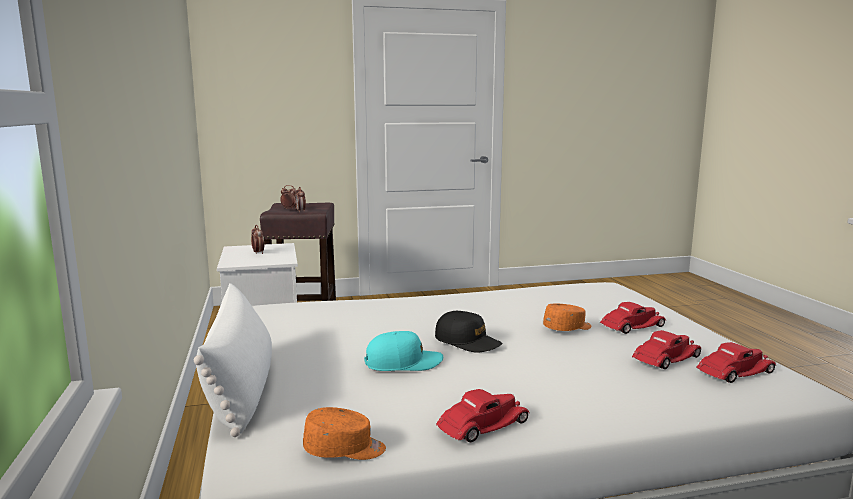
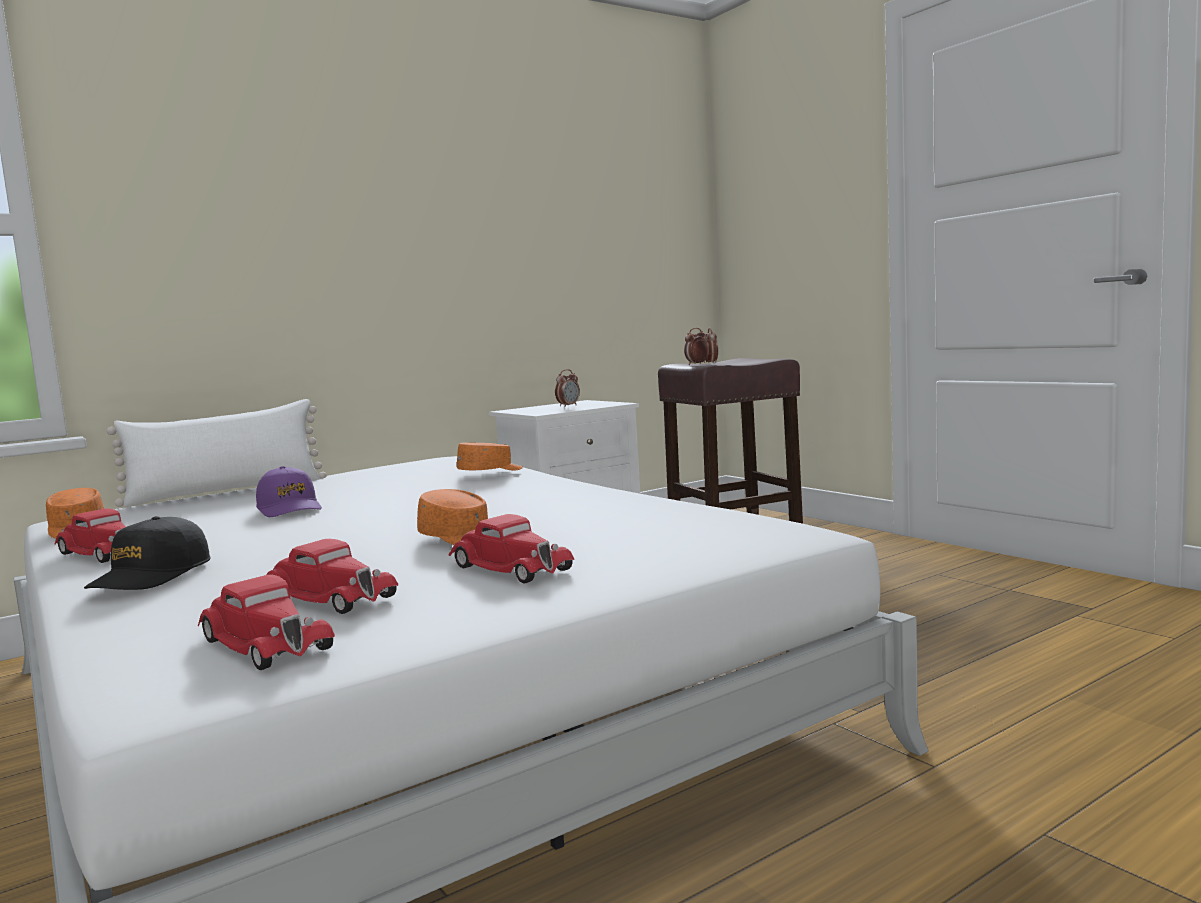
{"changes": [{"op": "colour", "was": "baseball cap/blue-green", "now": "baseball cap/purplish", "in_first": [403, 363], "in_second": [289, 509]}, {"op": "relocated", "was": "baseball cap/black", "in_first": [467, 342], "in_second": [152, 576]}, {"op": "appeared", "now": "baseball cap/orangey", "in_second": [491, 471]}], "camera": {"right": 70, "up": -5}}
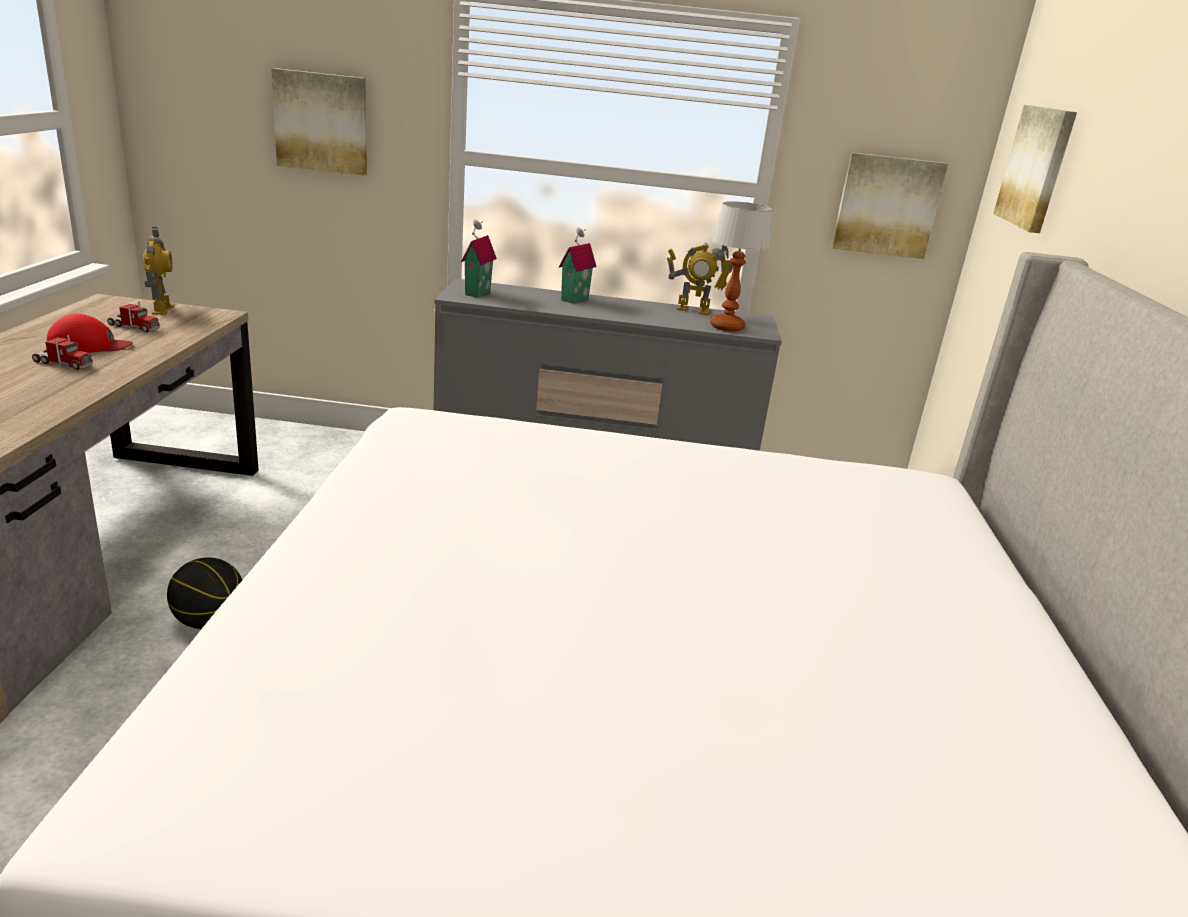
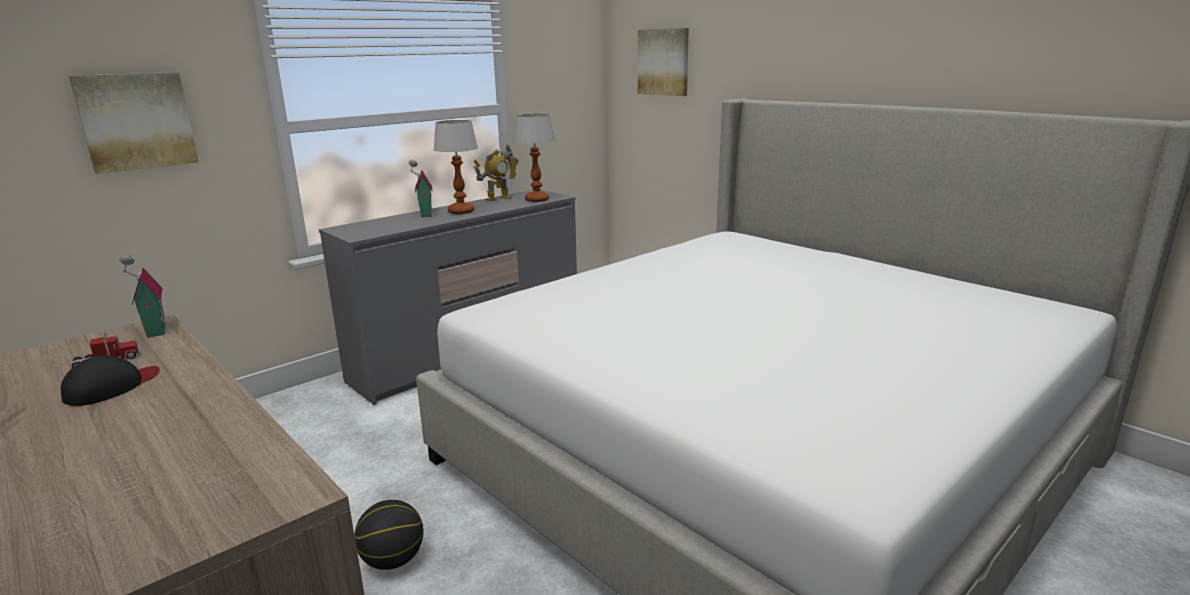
{"changes": [{"op": "missing", "was": "toy truck", "in_first": [63, 364]}, {"op": "colour", "was": "baseball cap/red-coloured", "now": "baseball cap/black", "in_first": [89, 345], "in_second": [111, 387]}, {"op": "missing", "was": "toy robot", "in_first": [162, 309]}, {"op": "relocated", "was": "toy house", "in_first": [476, 292], "in_second": [153, 331]}, {"op": "missing", "was": "picture", "in_first": [887, 205]}, {"op": "appeared", "now": "table lamp", "in_second": [461, 212]}], "camera": {"right": -45, "up": -5}}
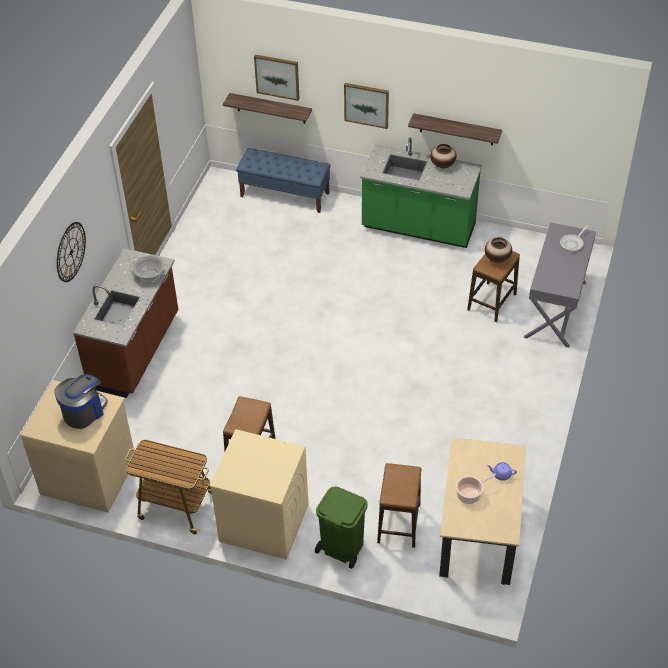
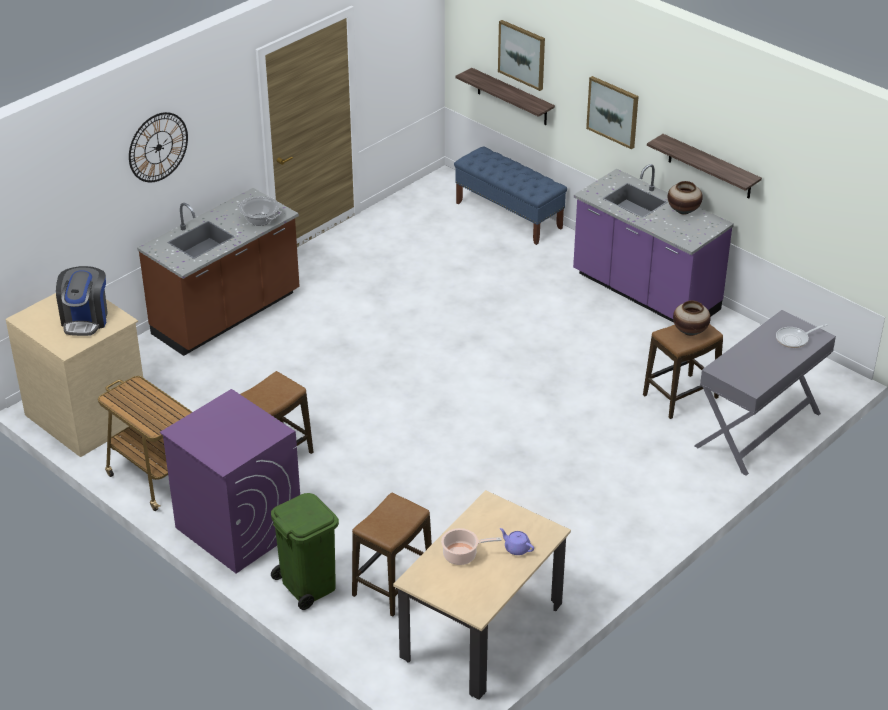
{"changes": [{"op": "spun", "was": "coffee maker", "in_first": [84, 411], "in_second": [85, 319], "clockwise": 120}, {"op": "colour", "was": "laundry machine/beige", "now": "laundry machine/purplish", "in_first": [263, 523], "in_second": [238, 527]}, {"op": "colour", "was": "kitchen base unit/greenish", "now": "kitchen base unit/purplish", "in_first": [418, 228], "in_second": [645, 294]}], "camera": {"right": 25, "up": -10}}
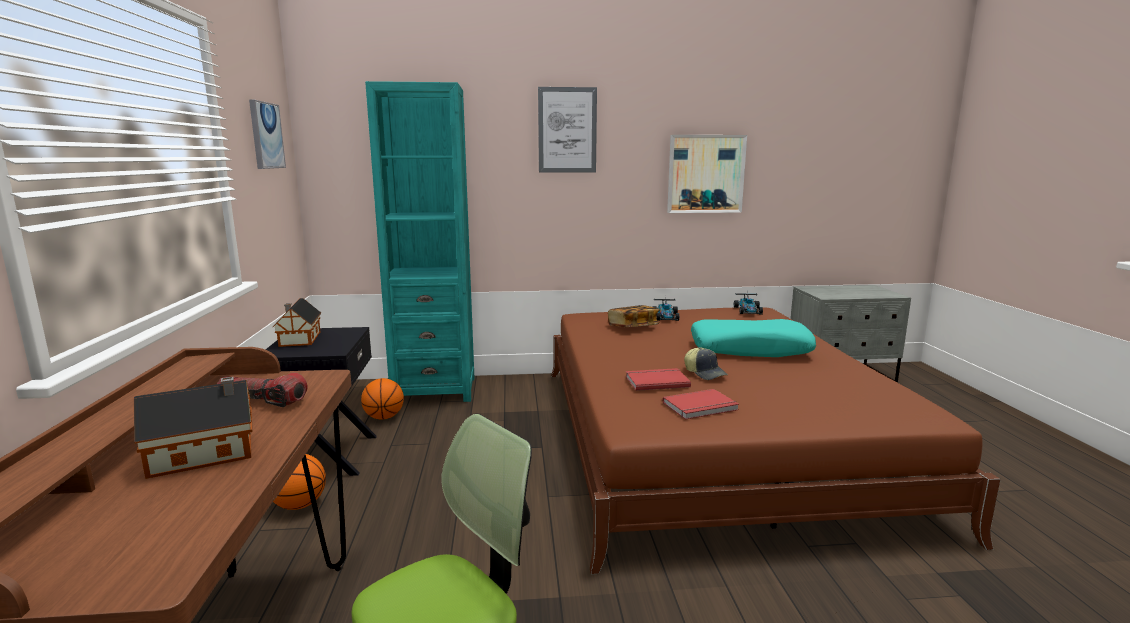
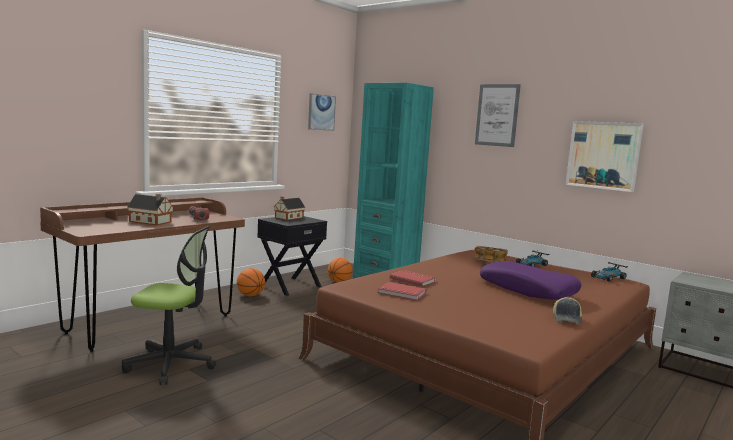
{"changes": [{"op": "relocated", "was": "baseball cap", "in_first": [705, 373], "in_second": [567, 319]}, {"op": "colour", "was": "throw pillow/blue-green", "now": "throw pillow/purplish", "in_first": [750, 349], "in_second": [528, 290]}], "camera": {"right": 45, "up": -5}}
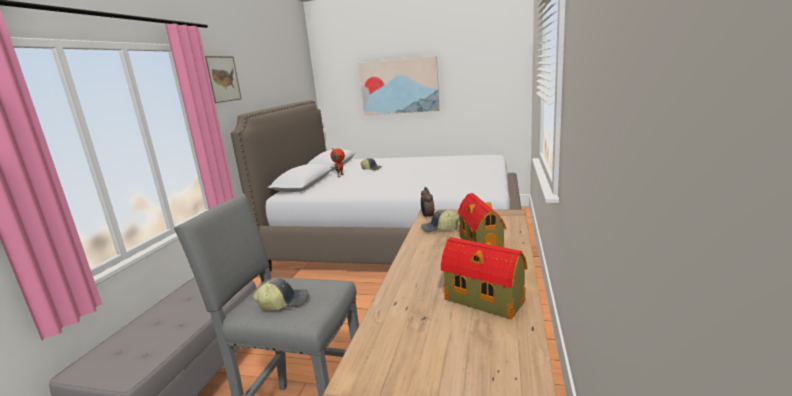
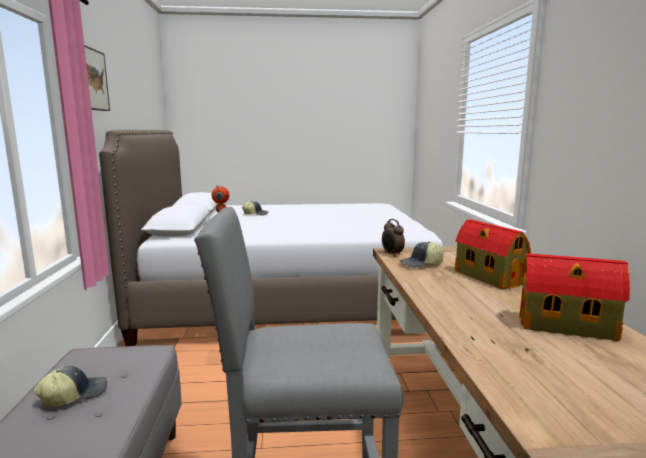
{"changes": [{"op": "relocated", "was": "baseball cap", "in_first": [284, 302], "in_second": [74, 394]}, {"op": "missing", "was": "picture", "in_first": [399, 86]}], "camera": {"right": -20, "up": -5}}
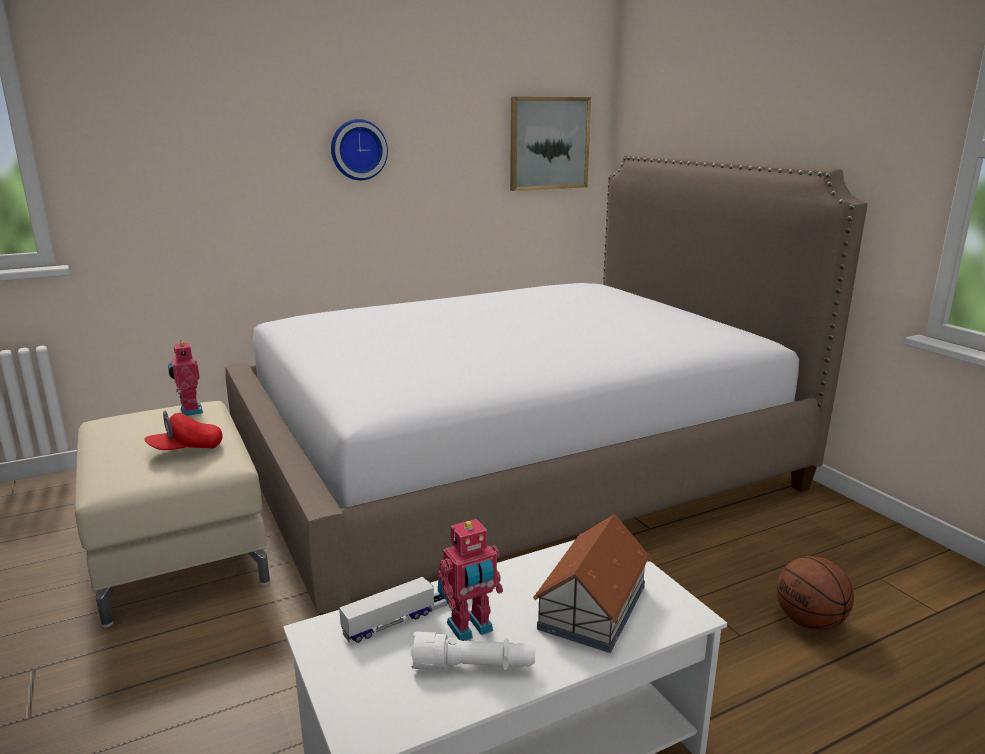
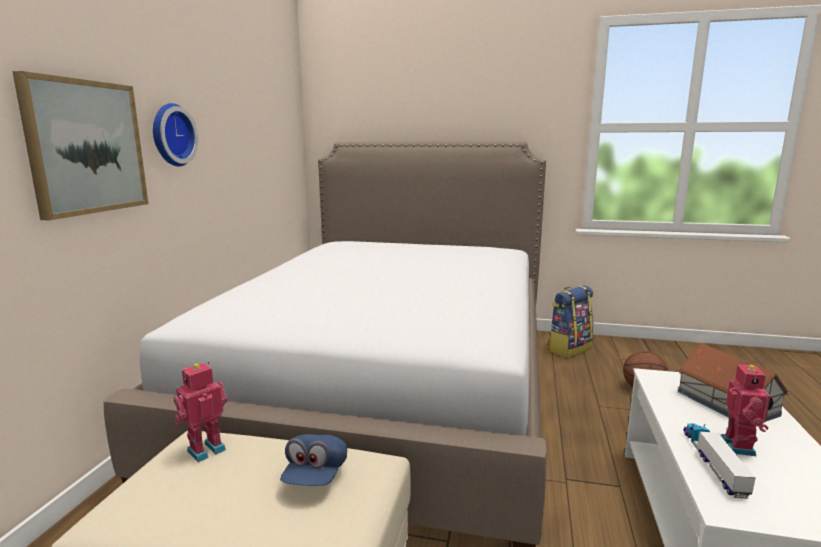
{"changes": [{"op": "colour", "was": "baseball cap/red-coloured", "now": "baseball cap/blue", "in_first": [186, 449], "in_second": [316, 476]}, {"op": "spun", "was": "toy robot", "in_first": [189, 411], "in_second": [205, 449], "clockwise": 120}, {"op": "missing", "was": "torch/whitish", "in_first": [474, 666]}, {"op": "relocated", "was": "picture", "in_first": [549, 143], "in_second": [86, 147]}, {"op": "appeared", "now": "knapsack", "in_second": [569, 349]}], "camera": {"right": -50, "up": -5}}
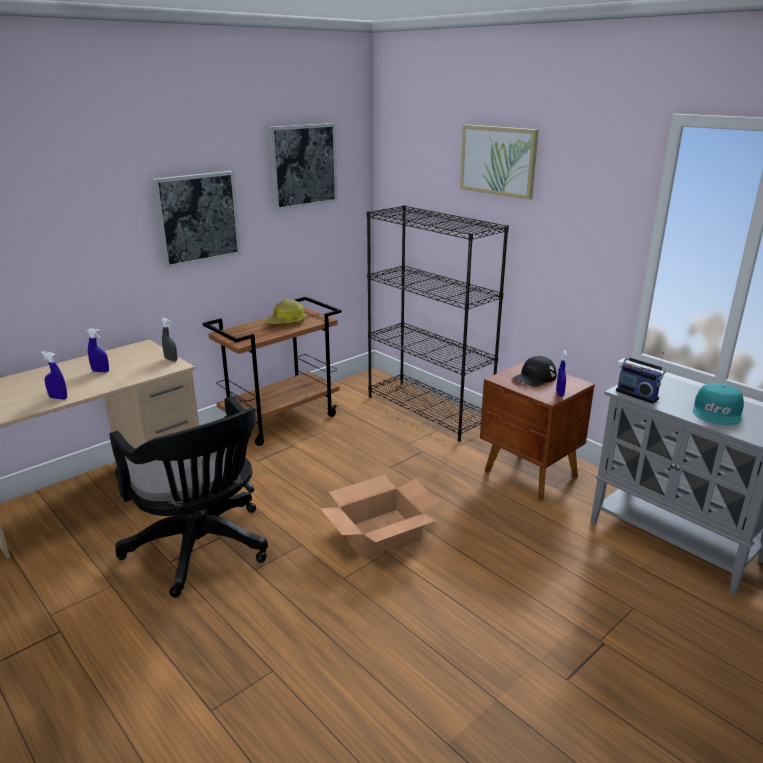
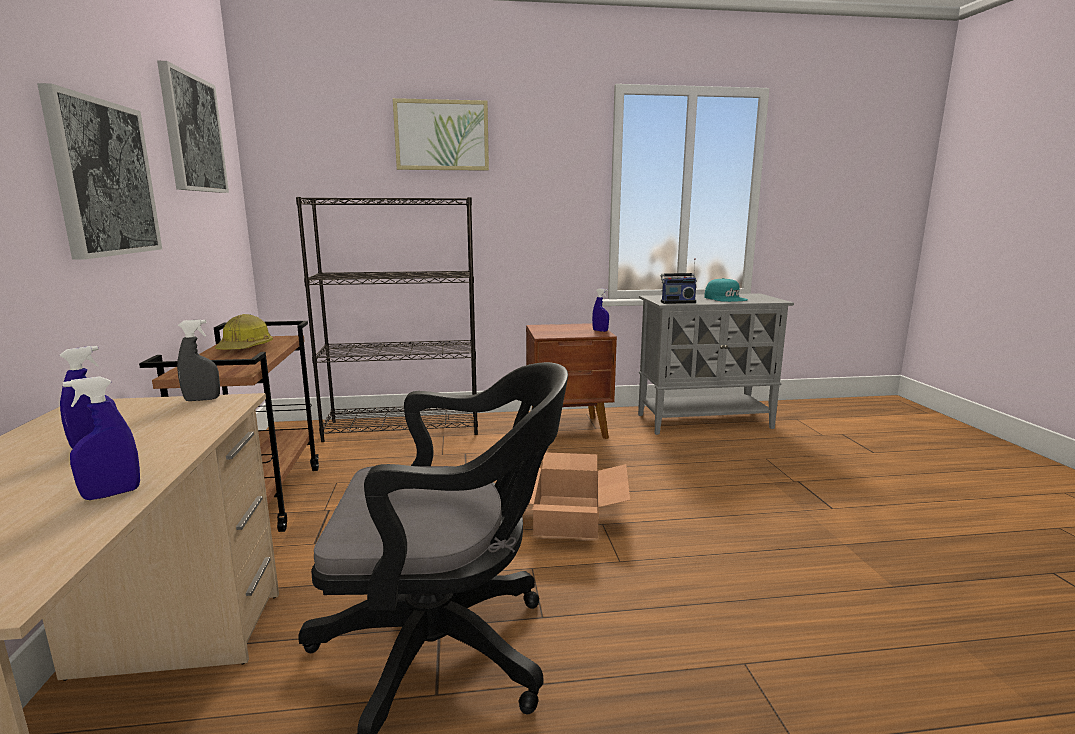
{"changes": [{"op": "missing", "was": "baseball cap/black", "in_first": [534, 377]}], "camera": {"right": -55, "up": -10}}
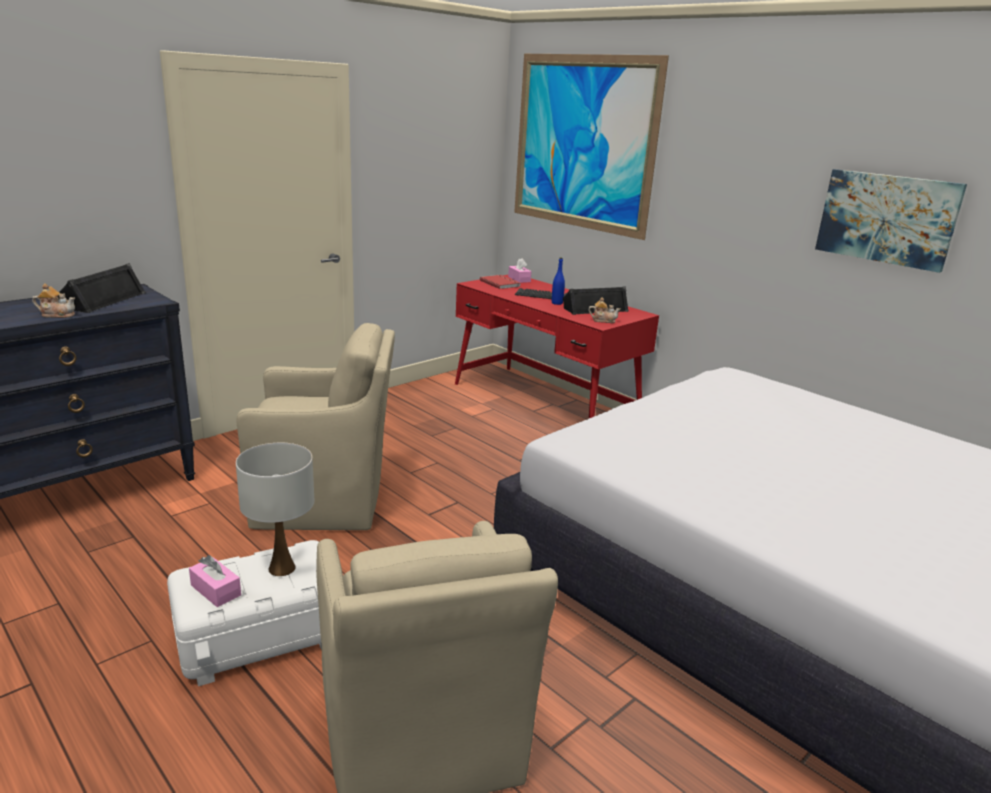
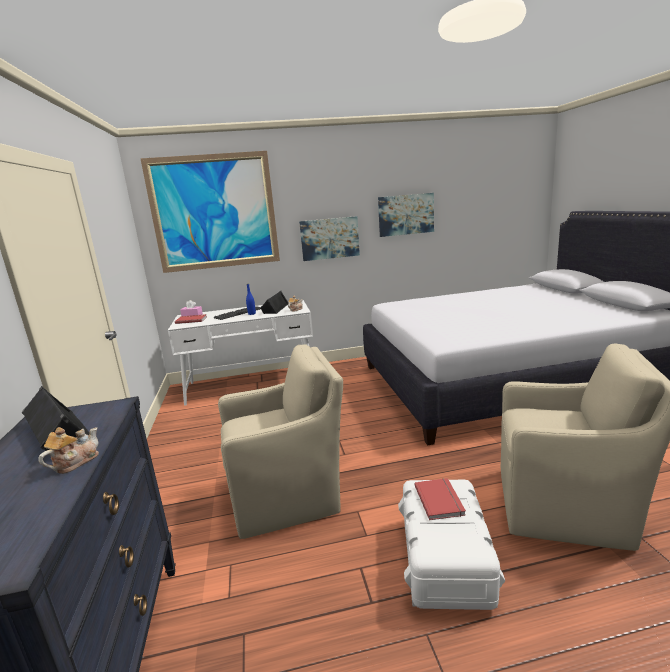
{"changes": [{"op": "missing", "was": "tissue holder/pink-coloured", "in_first": [216, 590]}, {"op": "spun", "was": "armchair/beige", "in_first": [325, 501], "in_second": [288, 495], "clockwise": 45}, {"op": "exchanged", "was": "table lamp/whitish", "now": "book/red-coloured", "in_first": [282, 568], "in_second": [440, 500]}, {"op": "colour", "was": "desk unit/red-coloured", "now": "desk unit/whitish", "in_first": [544, 403], "in_second": [252, 384]}, {"op": "appeared", "now": "picture", "in_second": [329, 238]}], "camera": {"right": -55, "up": -5}}
